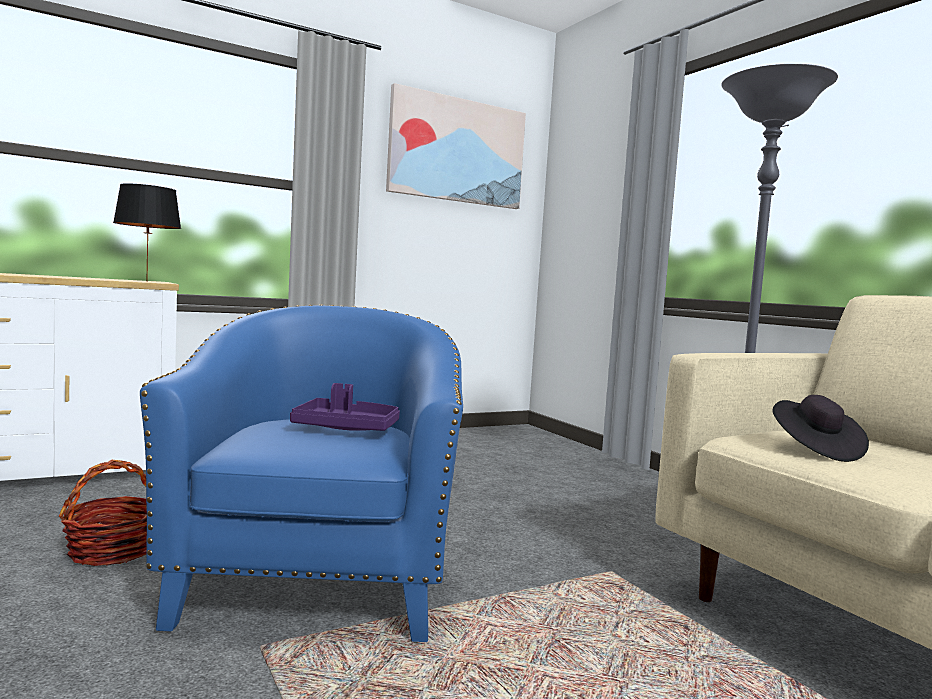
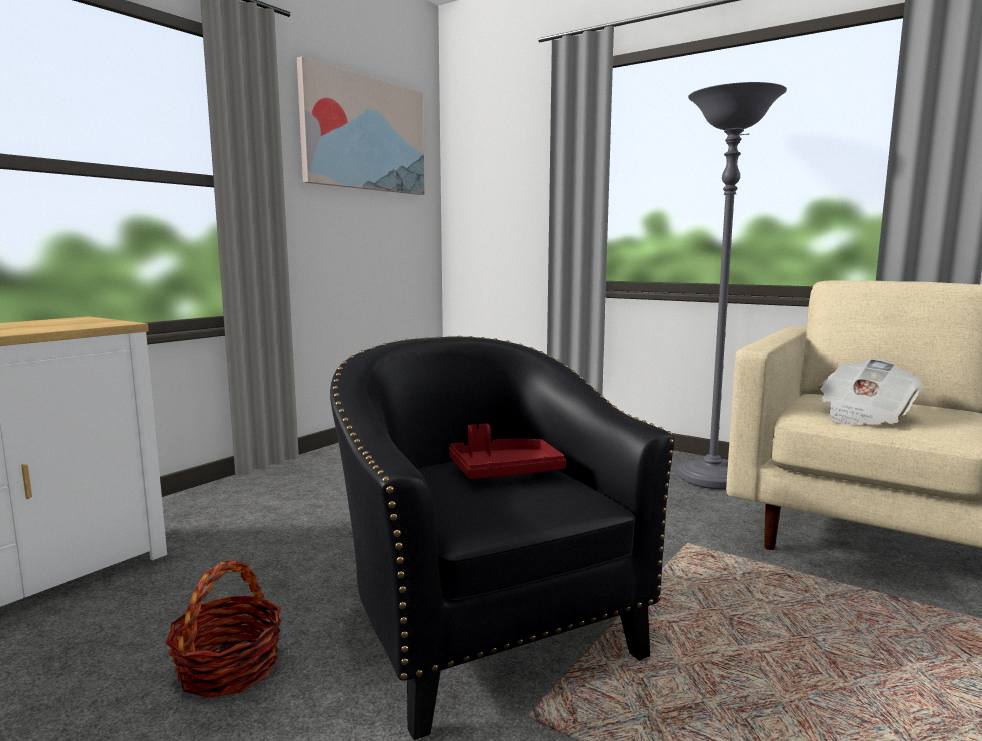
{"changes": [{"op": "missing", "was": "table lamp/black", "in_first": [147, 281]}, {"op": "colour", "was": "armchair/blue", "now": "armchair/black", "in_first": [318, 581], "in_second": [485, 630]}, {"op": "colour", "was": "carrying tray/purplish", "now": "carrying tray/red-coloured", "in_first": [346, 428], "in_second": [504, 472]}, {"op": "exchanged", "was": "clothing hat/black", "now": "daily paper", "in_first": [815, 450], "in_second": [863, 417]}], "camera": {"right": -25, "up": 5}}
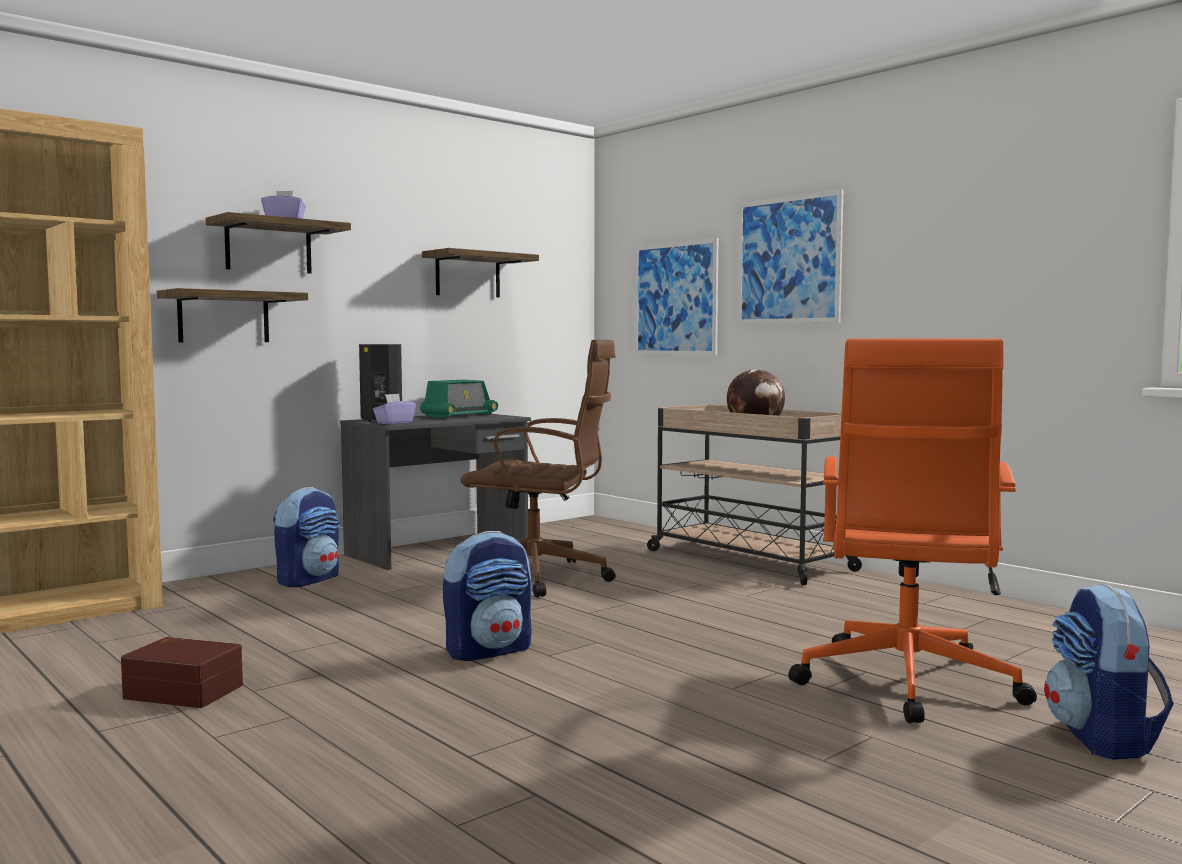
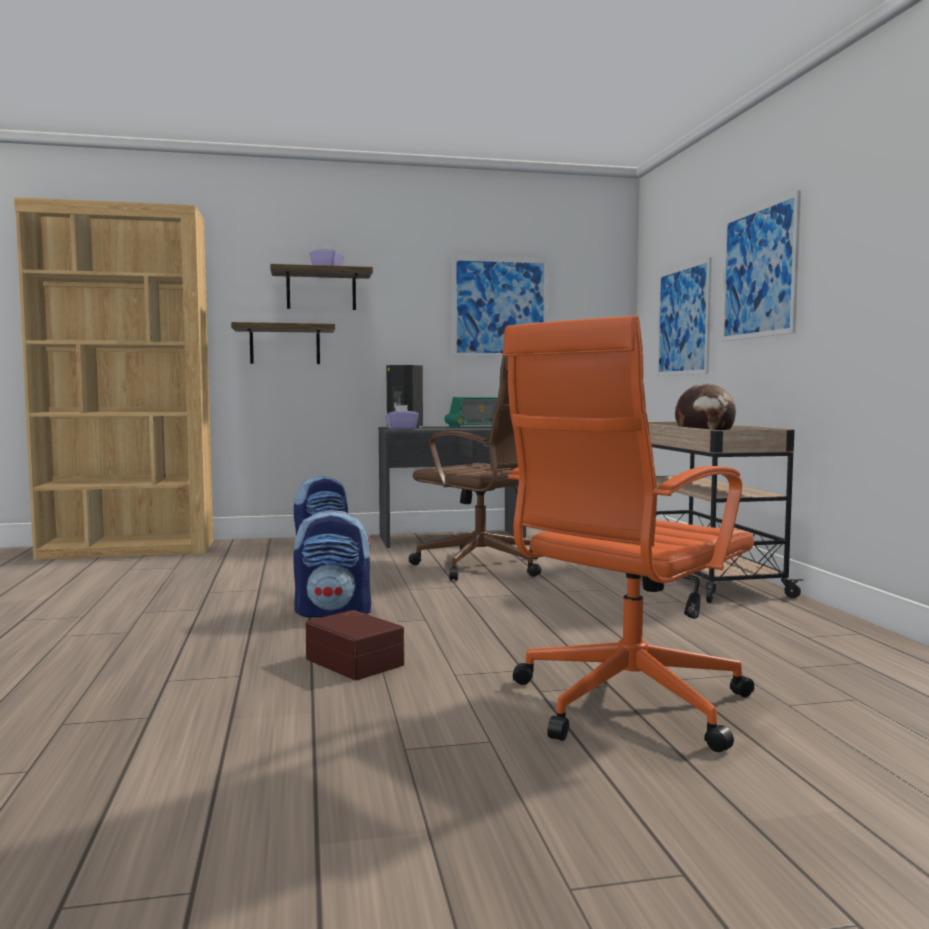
{"changes": [{"op": "relocated", "was": "storage box/brown-coloured", "in_first": [185, 691], "in_second": [356, 661]}, {"op": "exchanged", "was": "bracket shelf", "now": "picture", "in_first": [468, 275], "in_second": [500, 307]}, {"op": "missing", "was": "knapsack", "in_first": [1102, 739]}], "camera": {"right": 30, "up": 0}}
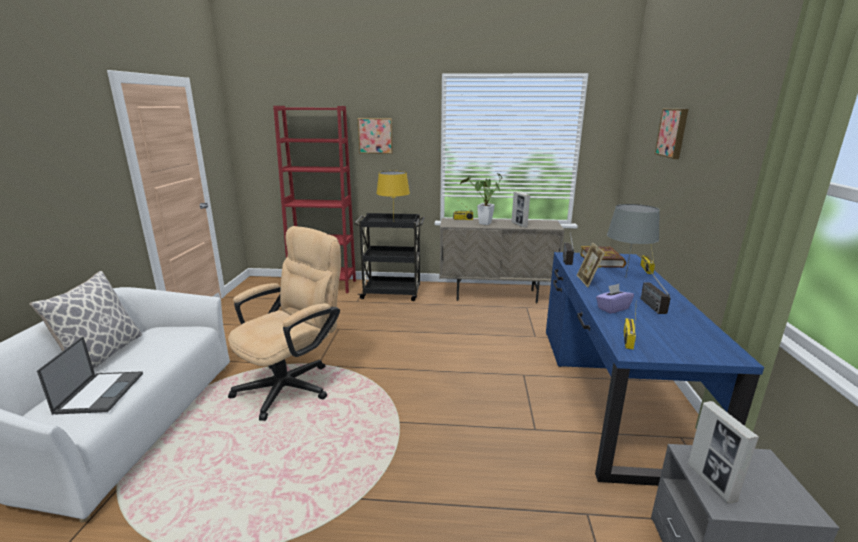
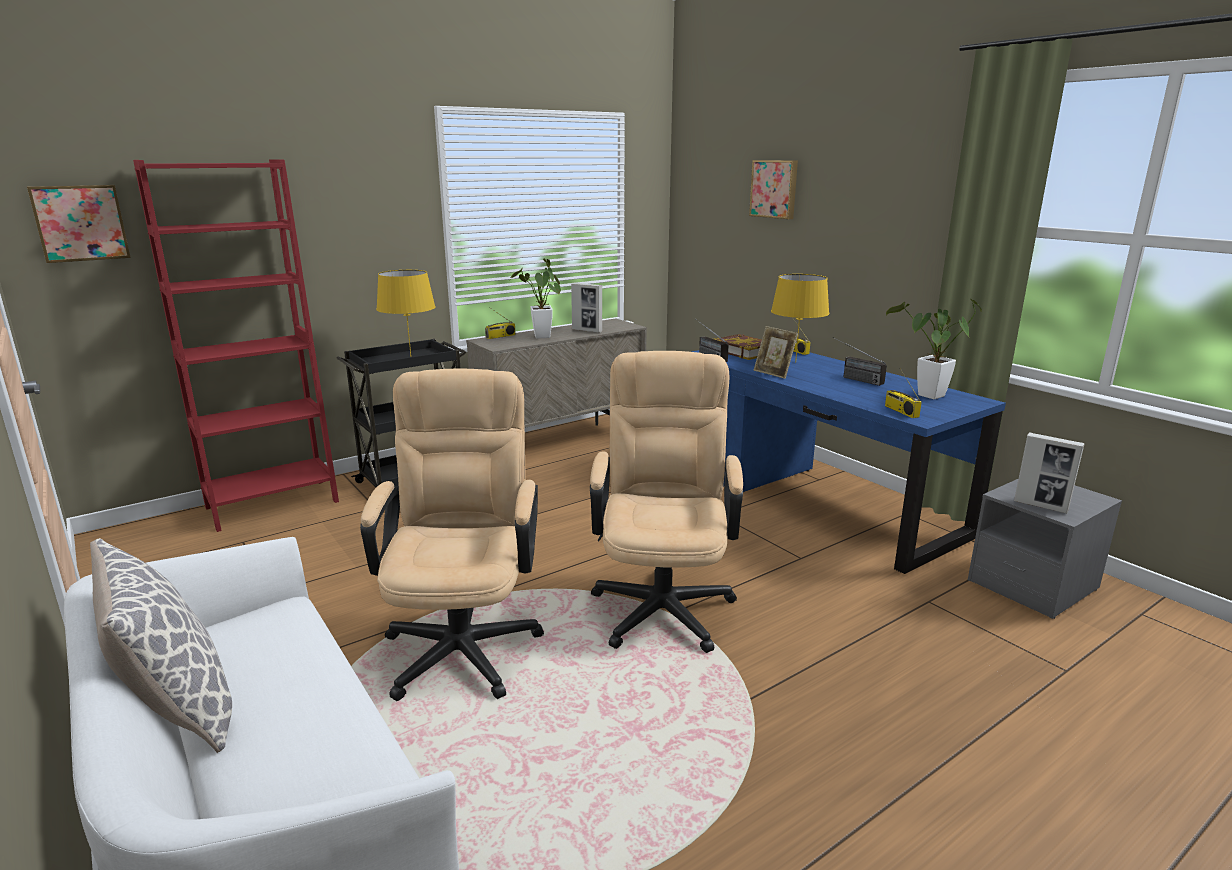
{"changes": [{"op": "missing", "was": "portable computer", "in_first": [100, 392]}, {"op": "relocated", "was": "picture", "in_first": [375, 135], "in_second": [80, 223]}, {"op": "missing", "was": "tissue holder/purplish", "in_first": [612, 308]}, {"op": "colour", "was": "table lamp/gray", "now": "table lamp/yellowish", "in_first": [625, 277], "in_second": [795, 362]}, {"op": "appeared", "now": "desk chair/beige", "in_second": [663, 601]}, {"op": "appeared", "now": "houseplant", "in_second": [927, 397]}], "camera": {"right": -40, "up": 0}}
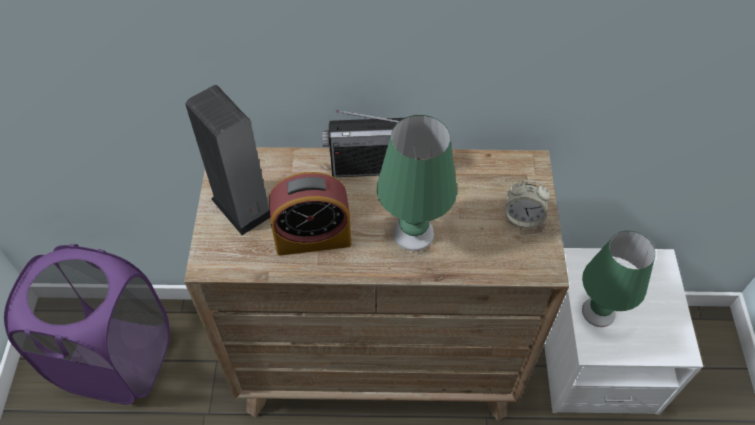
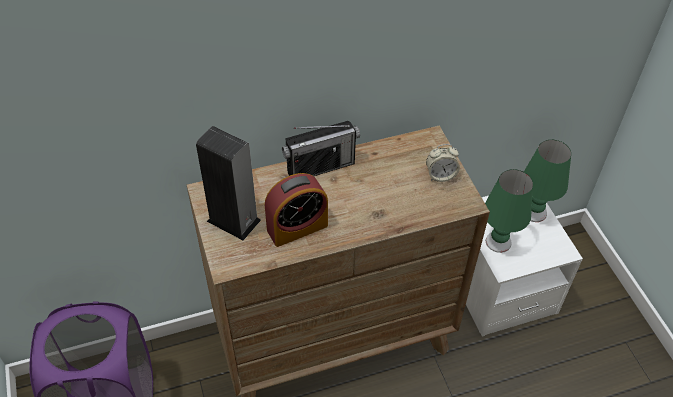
{"changes": [{"op": "relocated", "was": "table lamp/greenish", "in_first": [413, 233], "in_second": [534, 212]}], "camera": {"right": -20, "up": -5}}
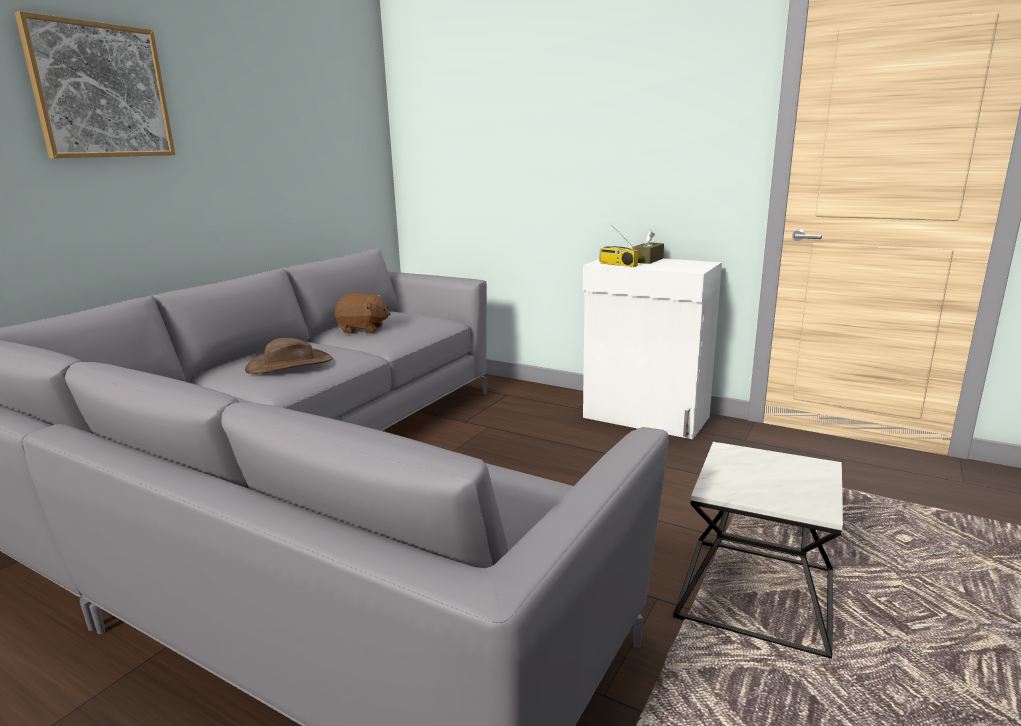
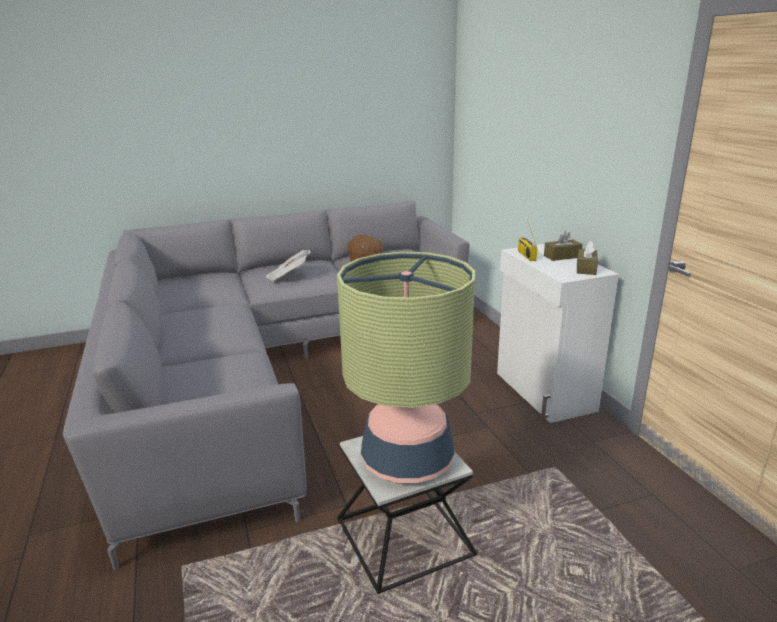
{"changes": [{"op": "missing", "was": "picture", "in_first": [101, 91]}, {"op": "exchanged", "was": "clothing hat/brown-coloured", "now": "daily paper", "in_first": [289, 364], "in_second": [288, 277]}, {"op": "appeared", "now": "table lamp", "in_second": [407, 460]}, {"op": "appeared", "now": "tissue holder/brown-coloured", "in_second": [586, 268]}], "camera": {"right": 40, "up": 5}}
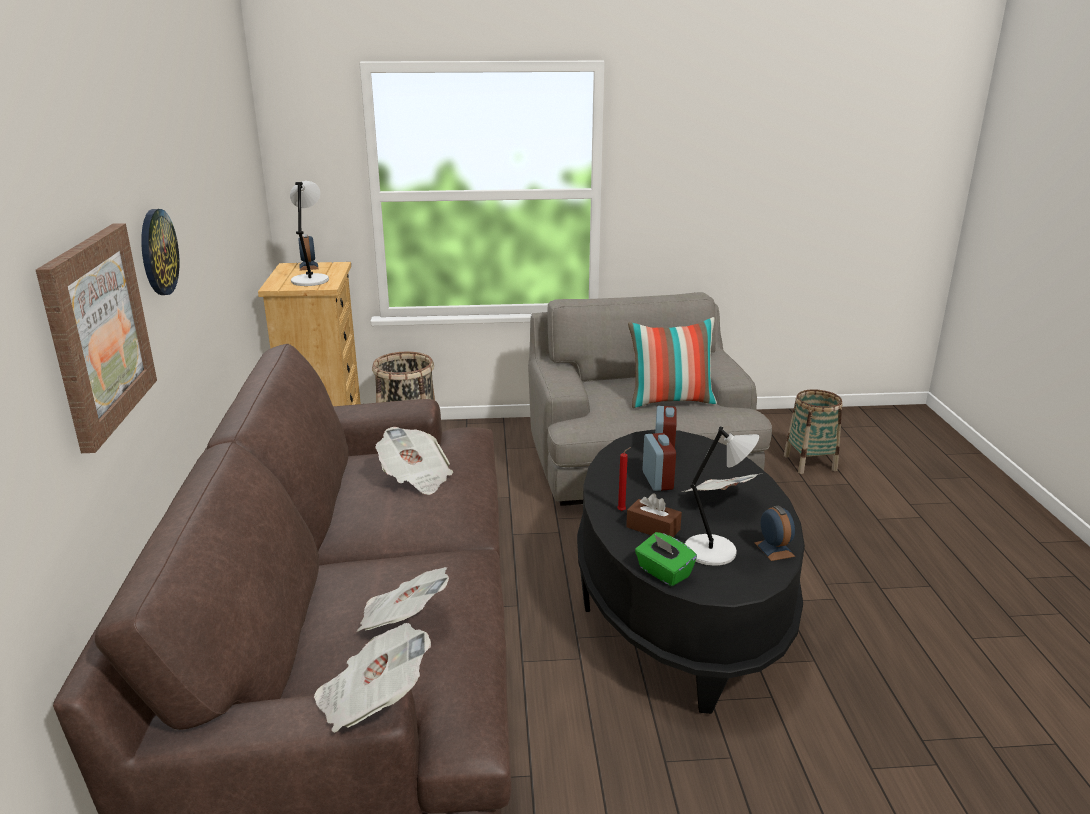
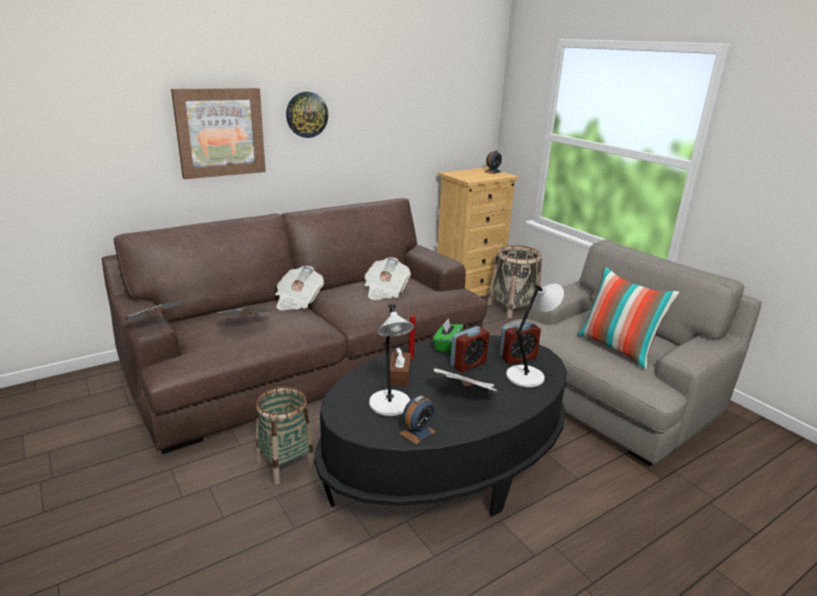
{"changes": [{"op": "relocated", "was": "table lamp/gray", "in_first": [310, 280], "in_second": [527, 376]}, {"op": "relocated", "was": "tissue holder/greenish", "in_first": [663, 573], "in_second": [447, 346]}, {"op": "relocated", "was": "household basket", "in_first": [810, 463], "in_second": [285, 464]}, {"op": "appeared", "now": "daily paper", "in_second": [297, 301]}], "camera": {"right": 60, "up": 0}}
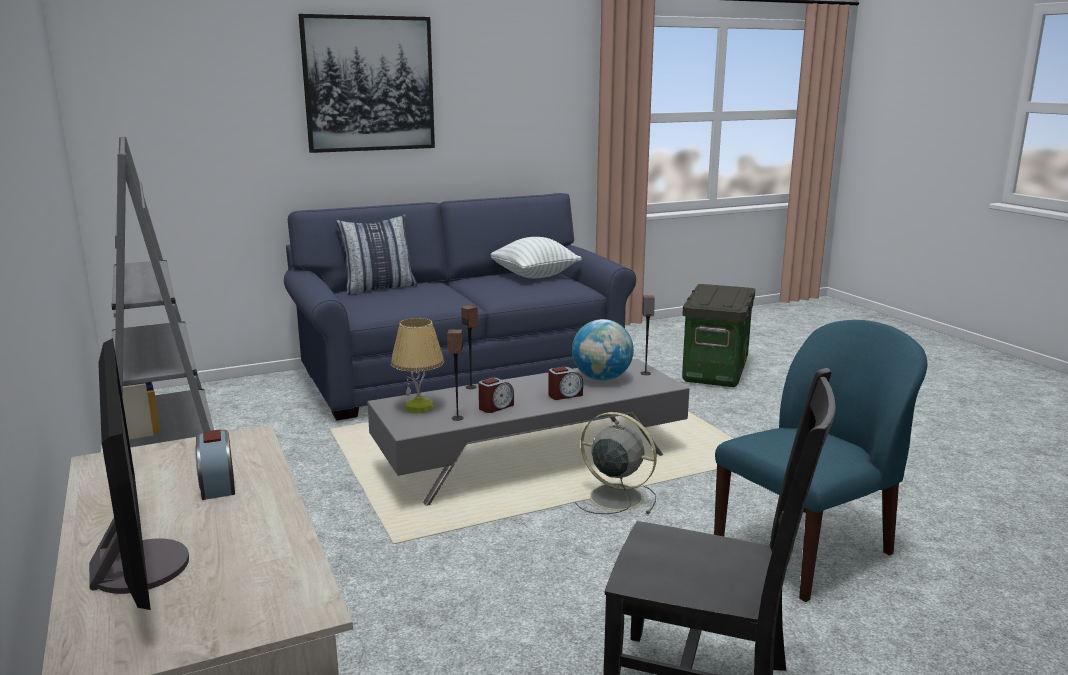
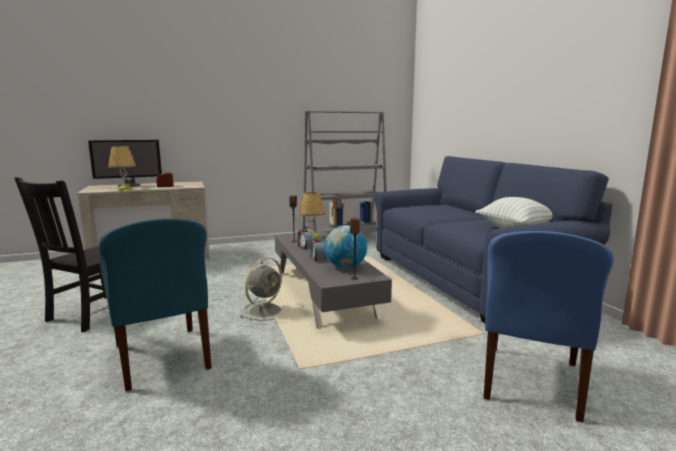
{"changes": [{"op": "missing", "was": "picture", "in_first": [369, 84]}, {"op": "missing", "was": "throw pillow", "in_first": [379, 288]}, {"op": "exchanged", "was": "storage box", "now": "plain chair/blue", "in_first": [716, 372], "in_second": [531, 382]}, {"op": "appeared", "now": "table lamp", "in_second": [124, 189]}], "camera": {"right": 95, "up": -5}}
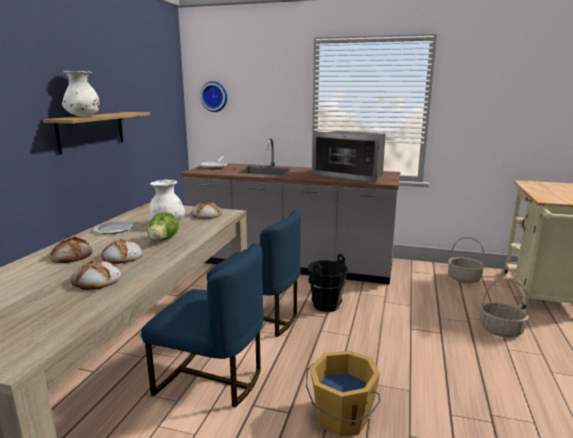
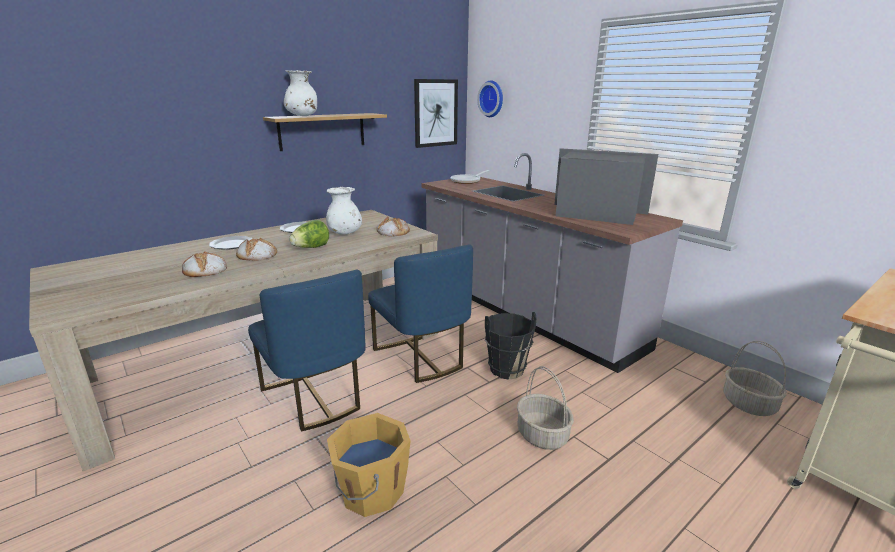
{"changes": [{"op": "exchanged", "was": "bakery bread", "now": "plate", "in_first": [71, 255], "in_second": [232, 244]}, {"op": "spun", "was": "kitchen microwave", "in_first": [350, 175], "in_second": [596, 214], "clockwise": 135}, {"op": "relocated", "was": "household basket", "in_first": [501, 330], "in_second": [543, 435]}, {"op": "appeared", "now": "picture", "in_second": [435, 113]}], "camera": {"right": 35, "up": 5}}
